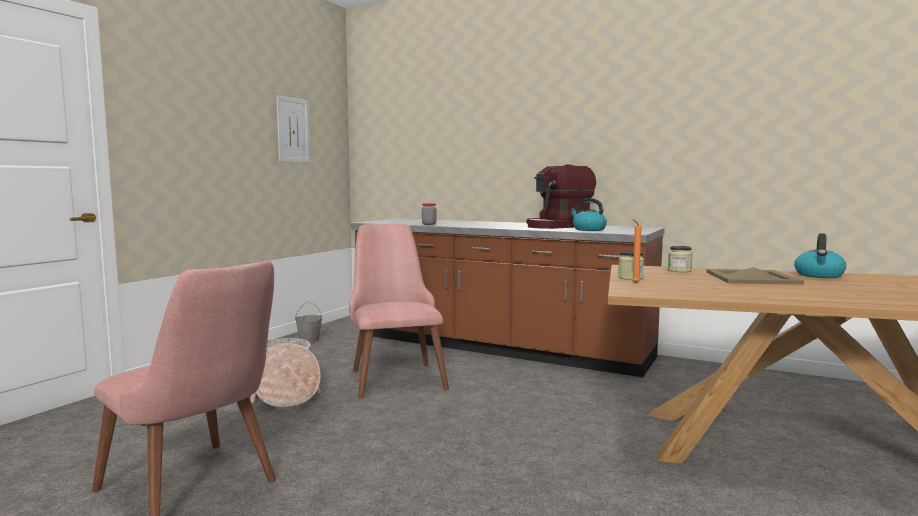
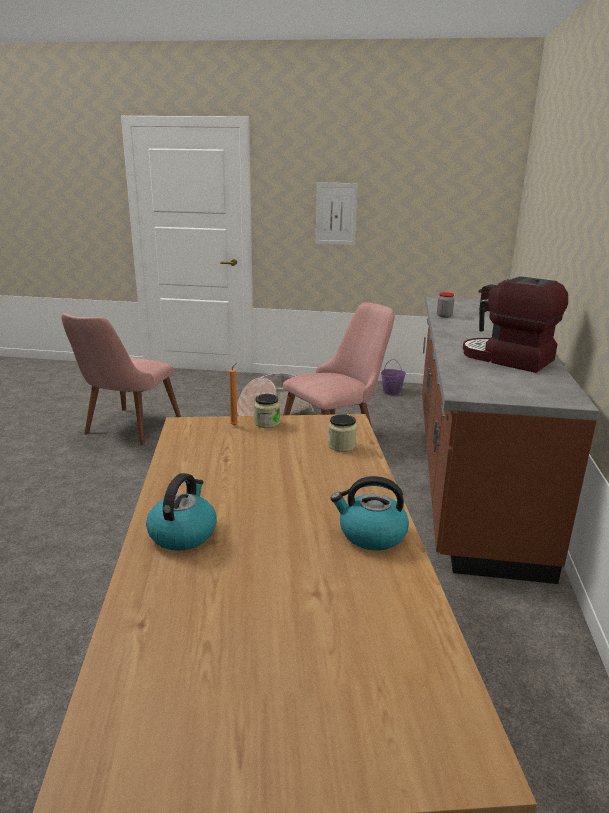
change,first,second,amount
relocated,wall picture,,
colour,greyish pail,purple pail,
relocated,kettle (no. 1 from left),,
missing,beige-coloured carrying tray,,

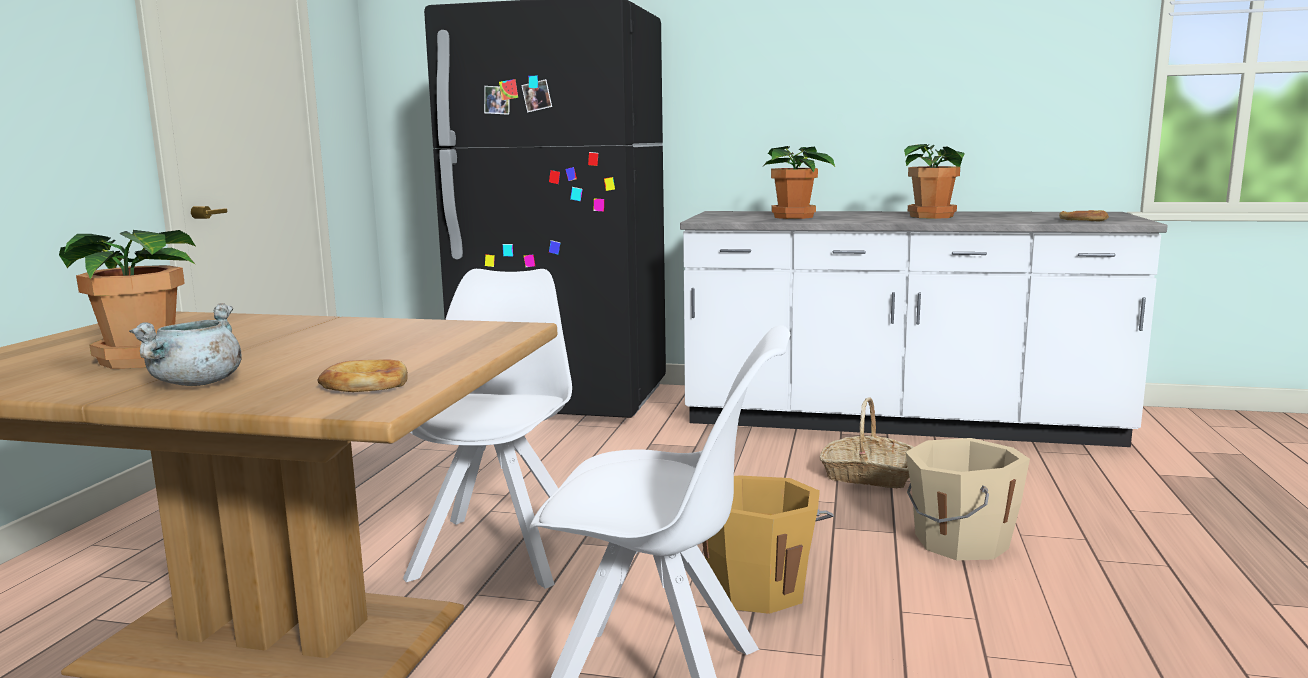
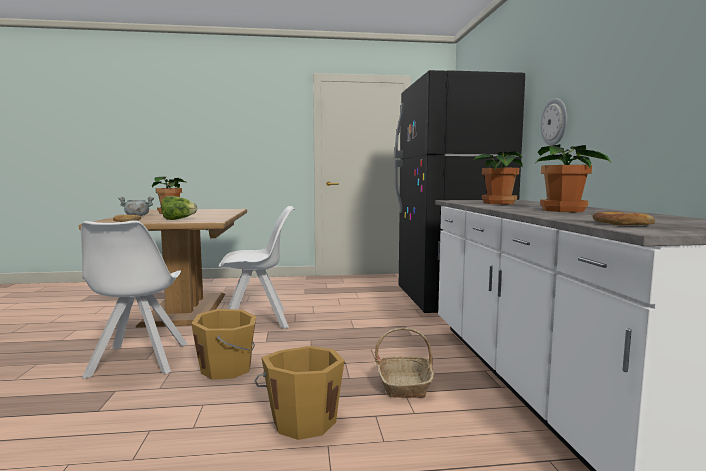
change,first,second,amount
colour,beige-coloured pail,orange pail (no. 2 from left),
appeared,,head of lettuce,
appeared,,hanging clock,

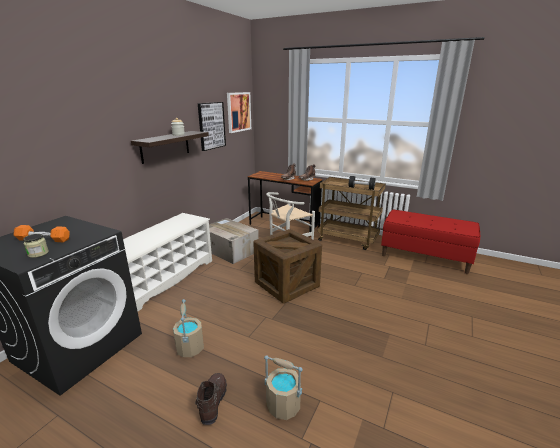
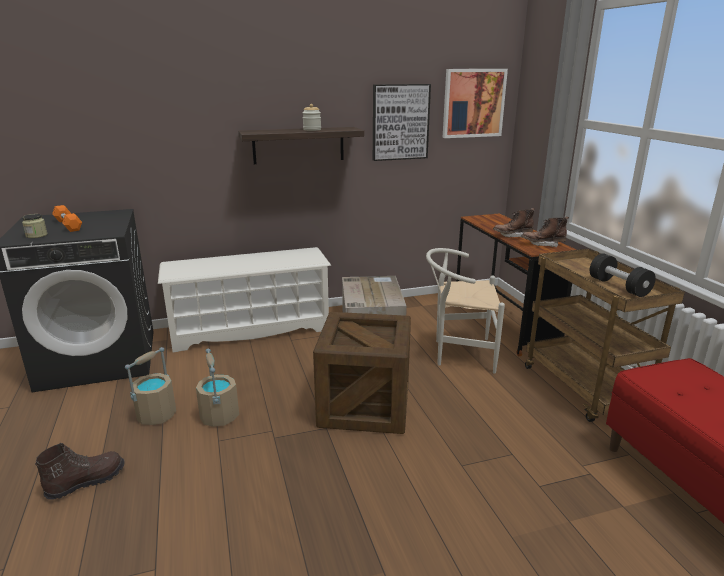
change,first,second,amount
relocated,beige-coloured pail (no. 2 from left),,

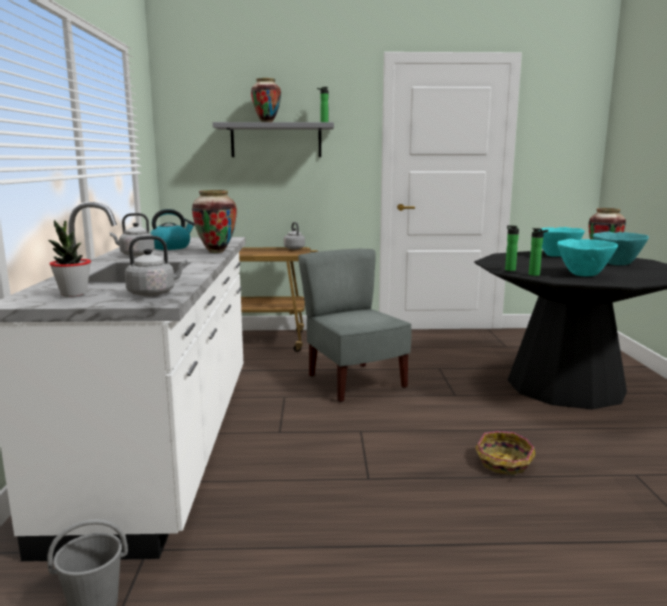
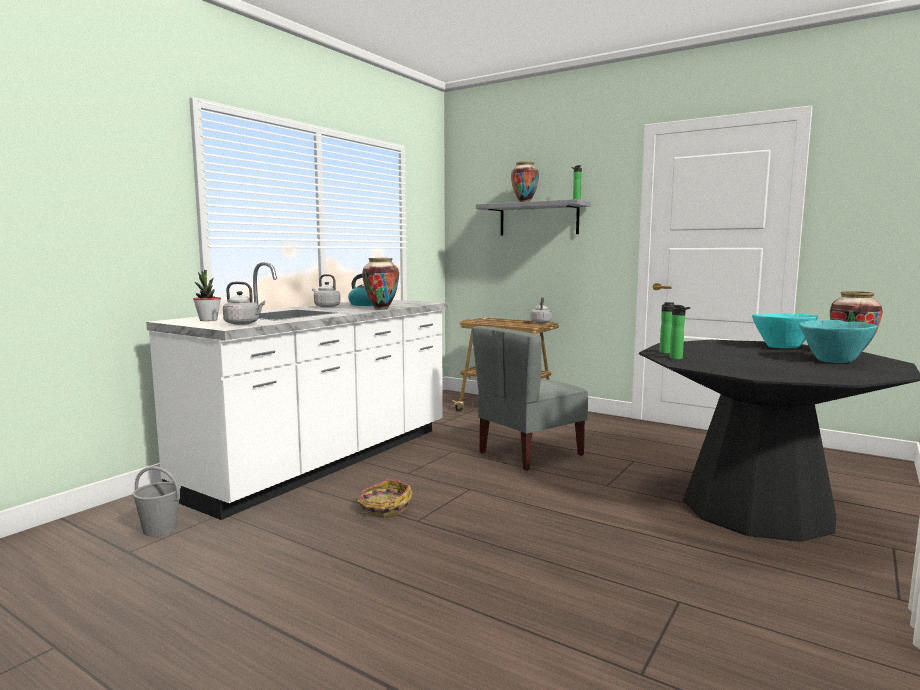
change,first,second,amount
spun,greyish chair,,135 degrees counterclockwise
relocated,household basket,,
missing,blue-green deep dish (no. 2 from left),,

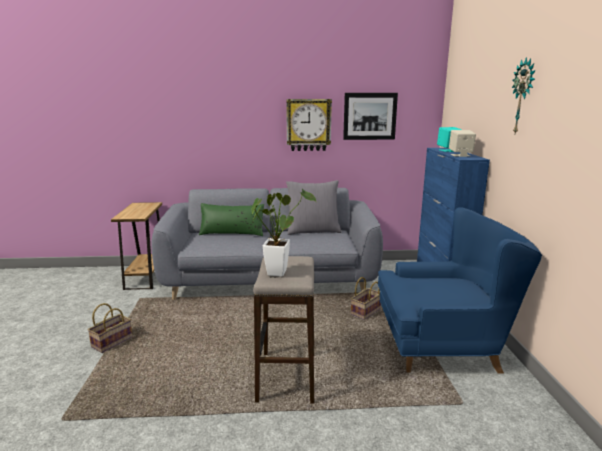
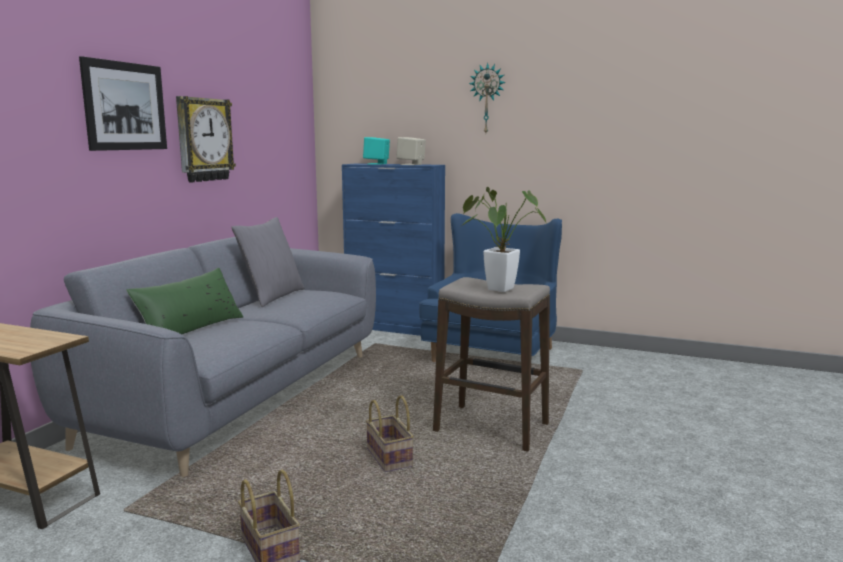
change,first,second,amount
relocated,wall picture,,
relocated,household basket (no. 2 from left),,

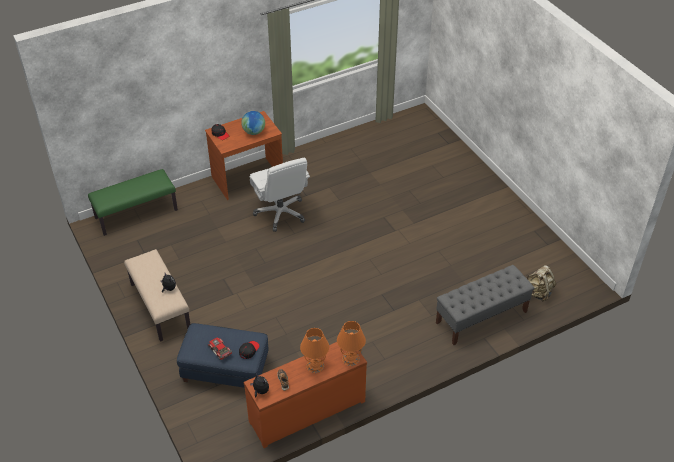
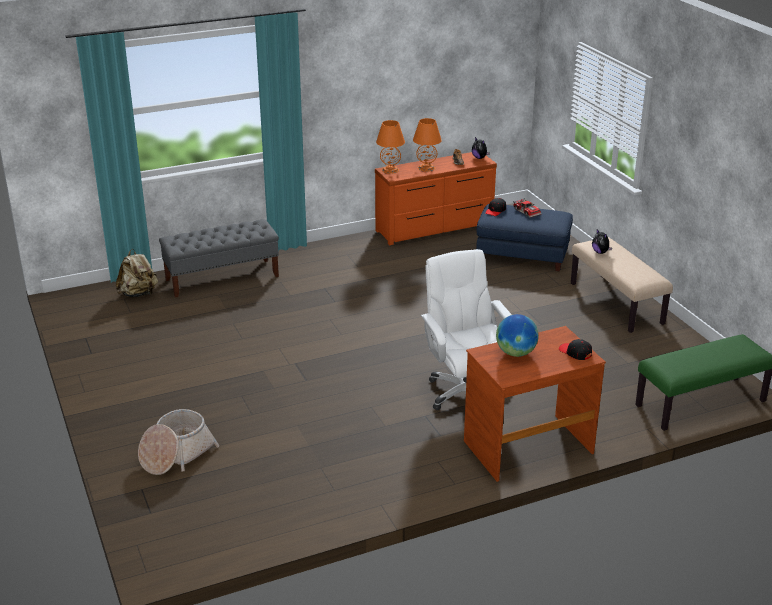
change,first,second,amount
appeared,,household basket,

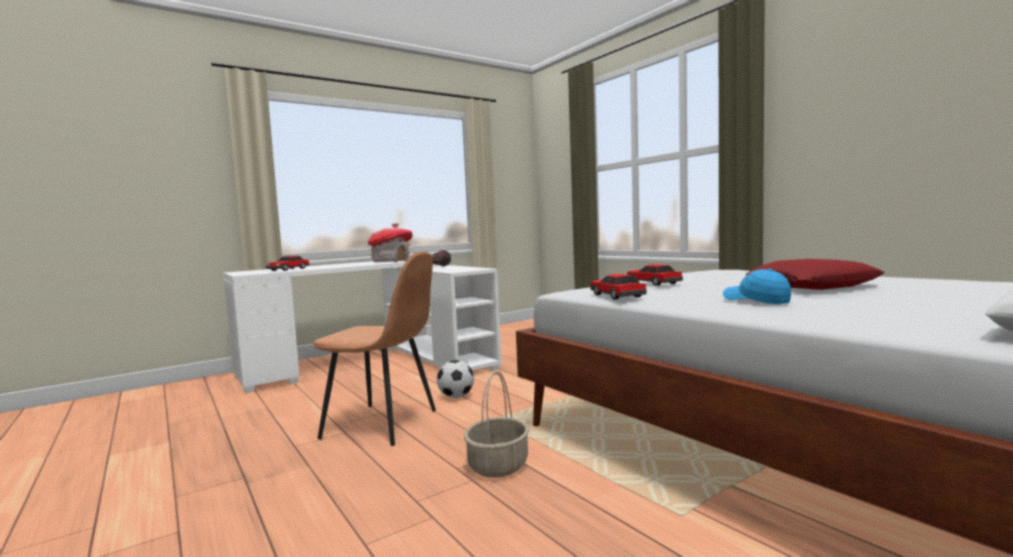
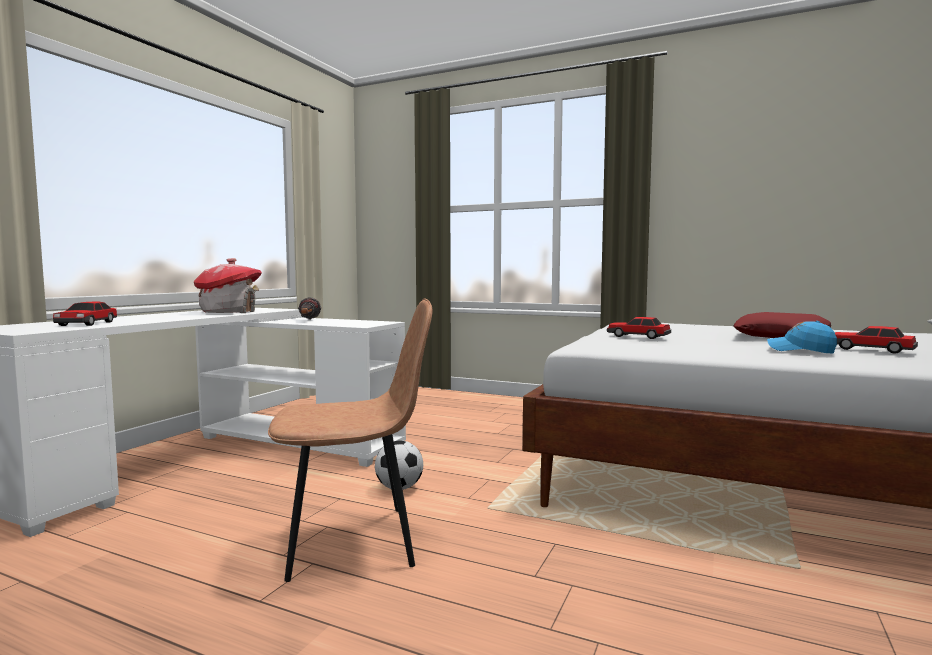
change,first,second,amount
missing,household basket,,
relocated,toy car (no. 2 from left in the first image),toy car (no. 3 from left),

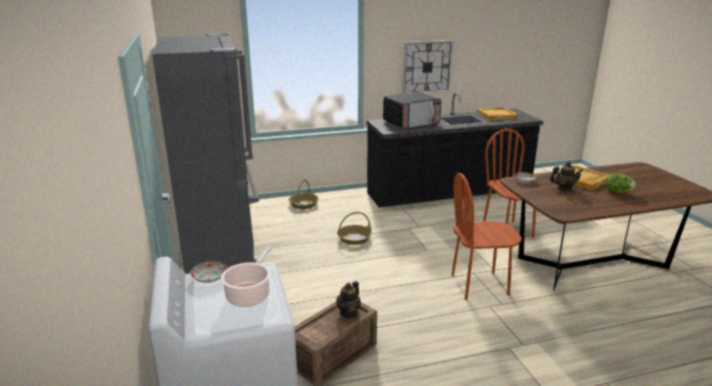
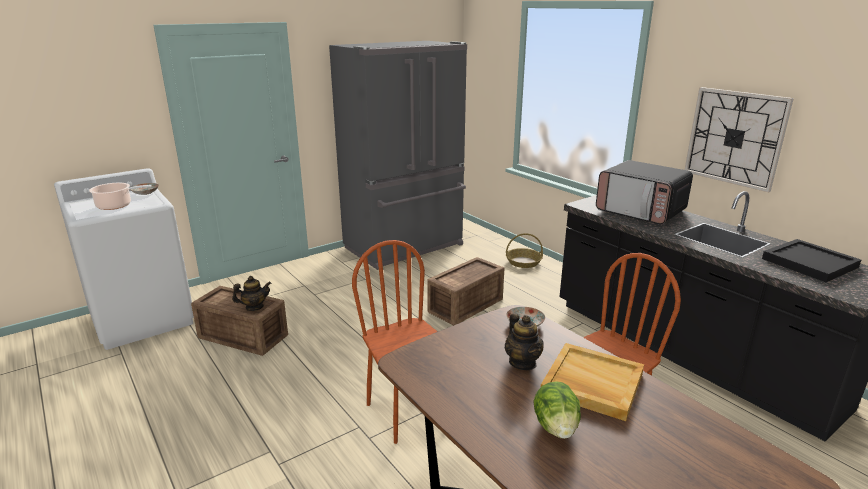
change,first,second,amount
spun,teapot (no. 1 from left),,150 degrees clockwise
exchanged,household basket (no. 2 from left),shipping crate (no. 2 from left),
colour,beige-coloured carrying tray (no. 1 from left),black-coloured carrying tray,

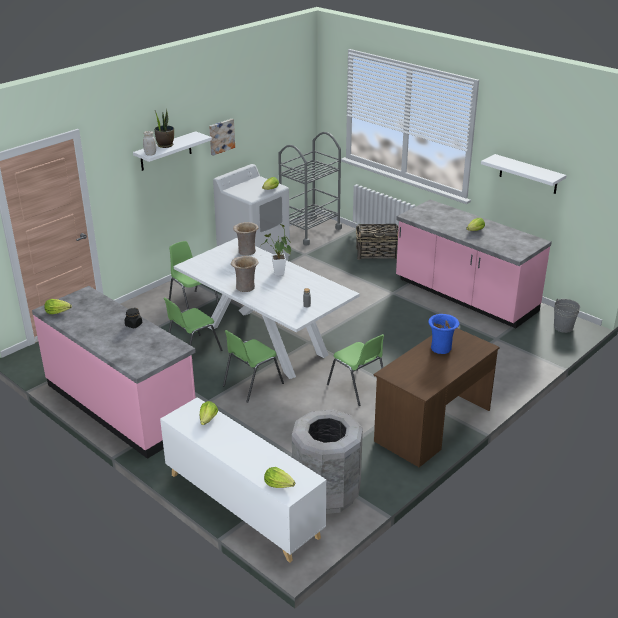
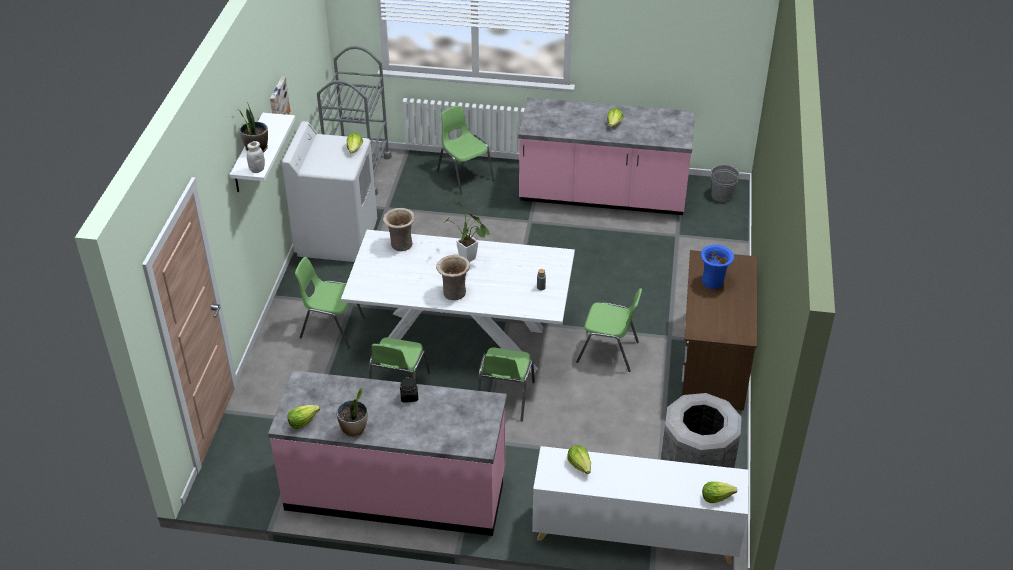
change,first,second,amount
exchanged,household basket,greenish chair (no. 3 from left),
missing,whitish shelf (no. 2 from left),,
appeared,,potted plant (no. 2 from left),

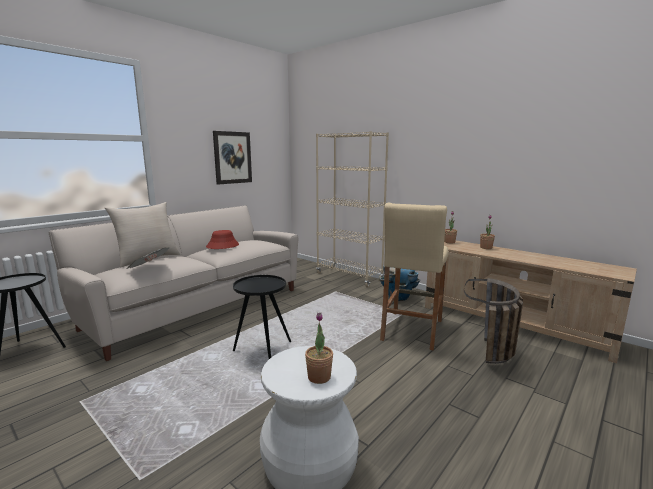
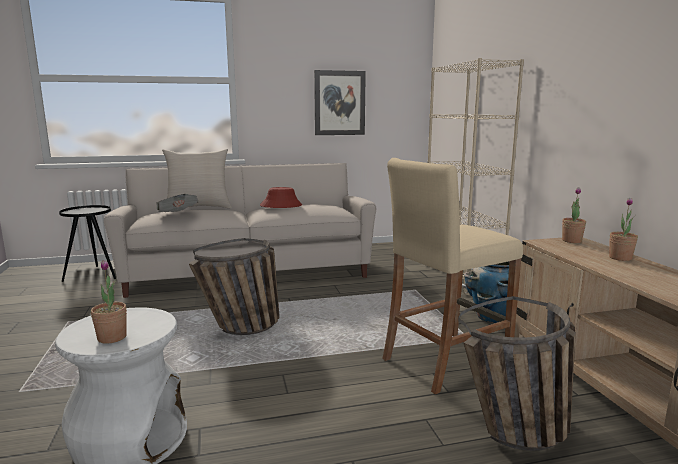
change,first,second,amount
exchanged,black-coloured accent table (no. 2 from left),household basket (no. 1 from left),

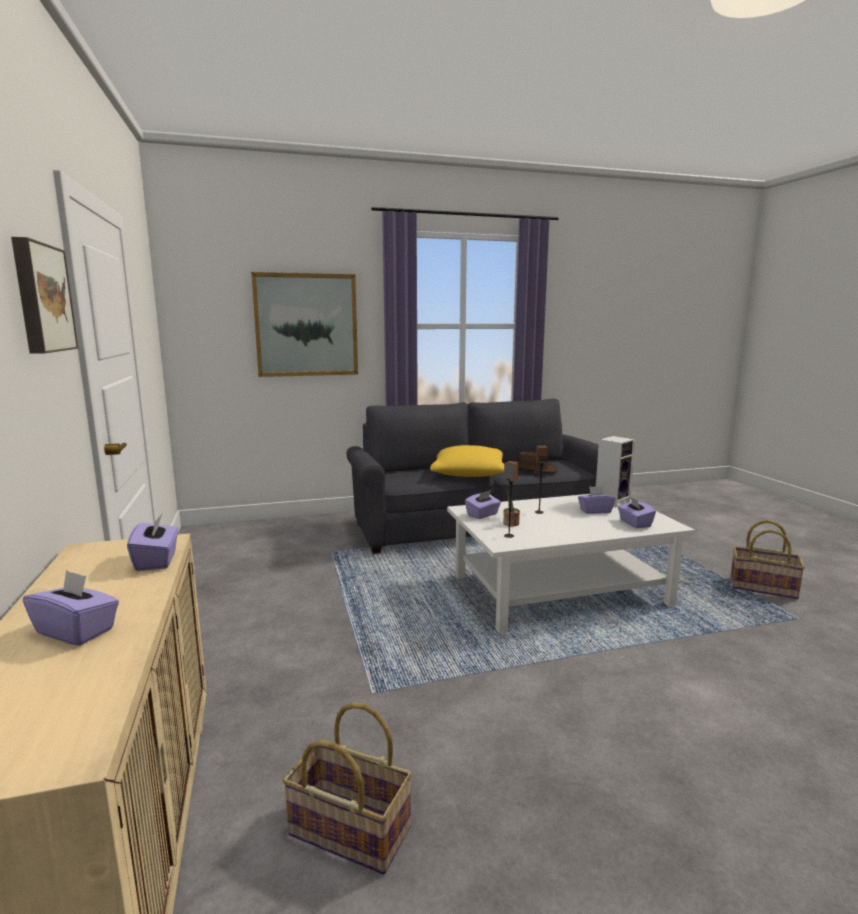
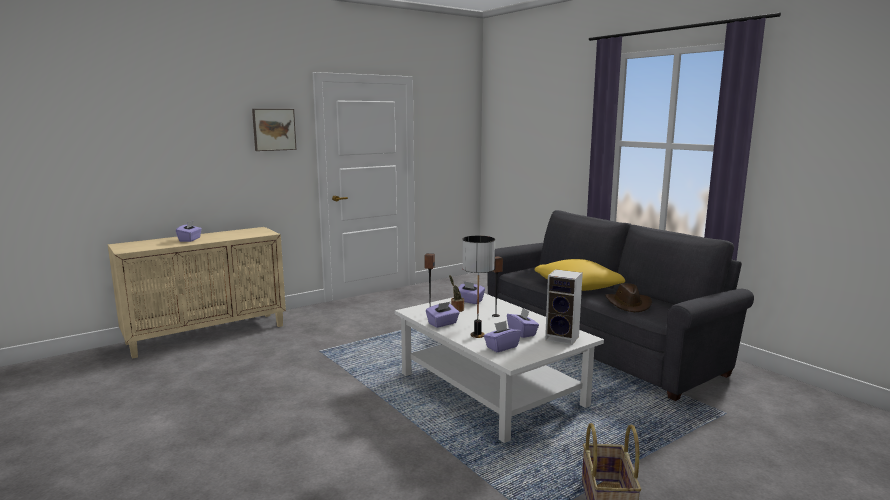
change,first,second,amount
relocated,purple box of tissues (no. 2 from left),,
missing,wall picture (no. 2 from left),,
missing,household basket (no. 1 from left),,
appeared,,table lamp,

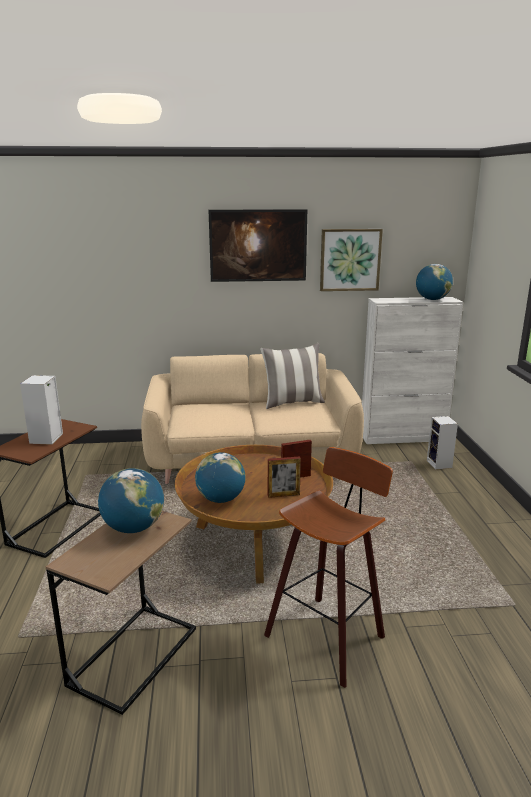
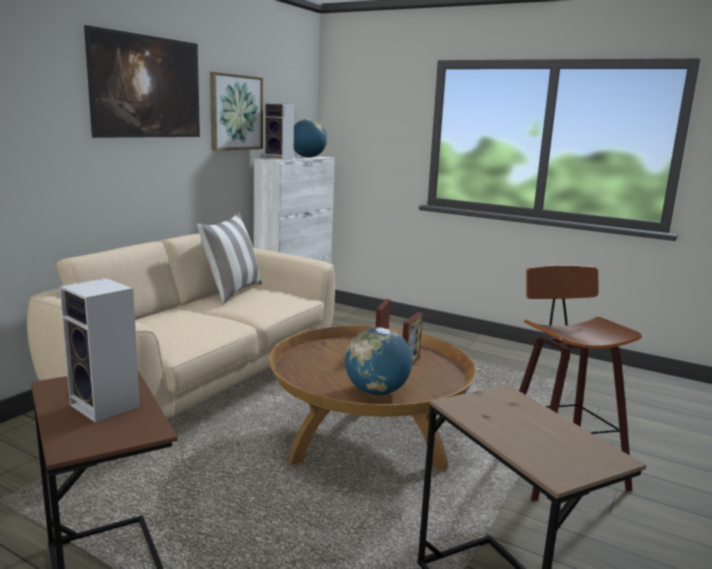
change,first,second,amount
missing,desk globe (no. 1 from left),,
relocated,loudspeaker (no. 2 from left),,

